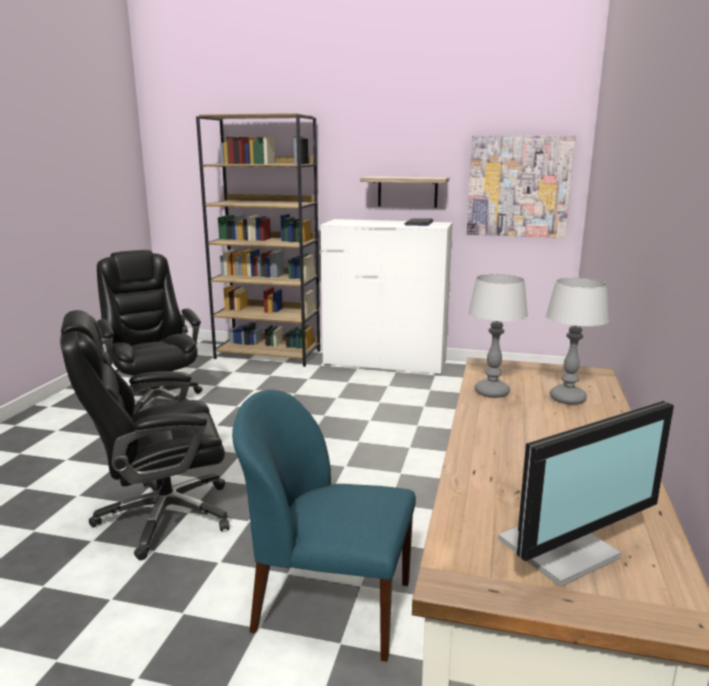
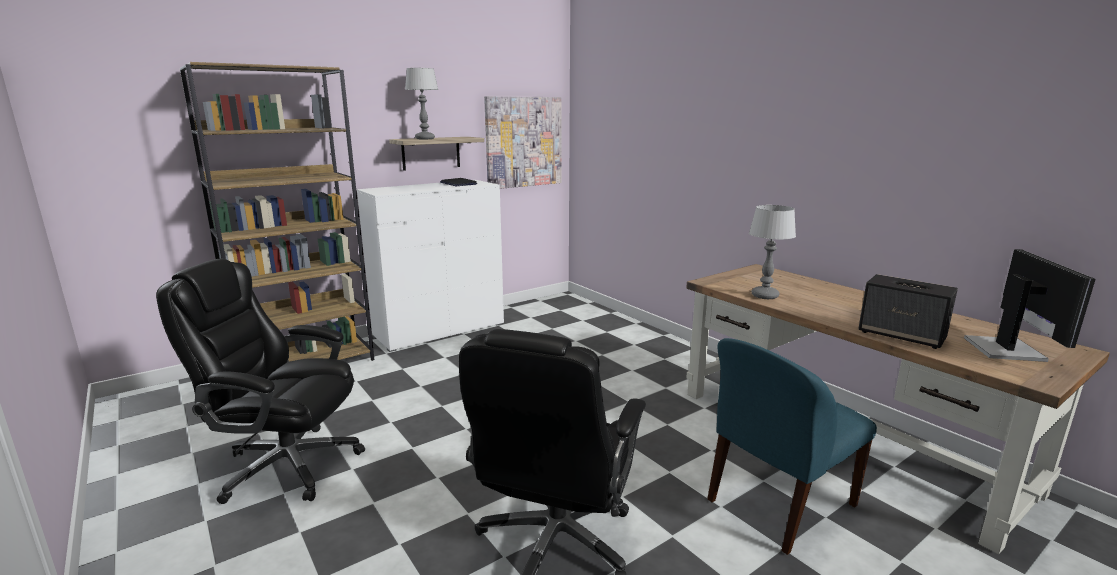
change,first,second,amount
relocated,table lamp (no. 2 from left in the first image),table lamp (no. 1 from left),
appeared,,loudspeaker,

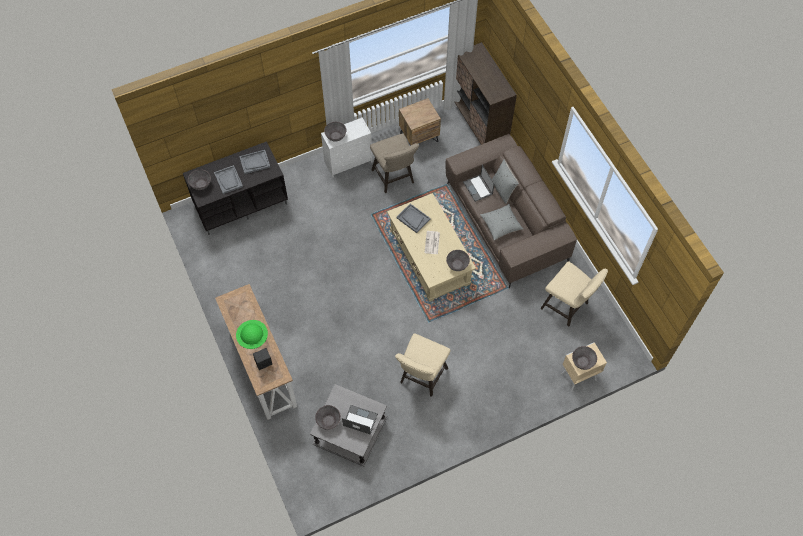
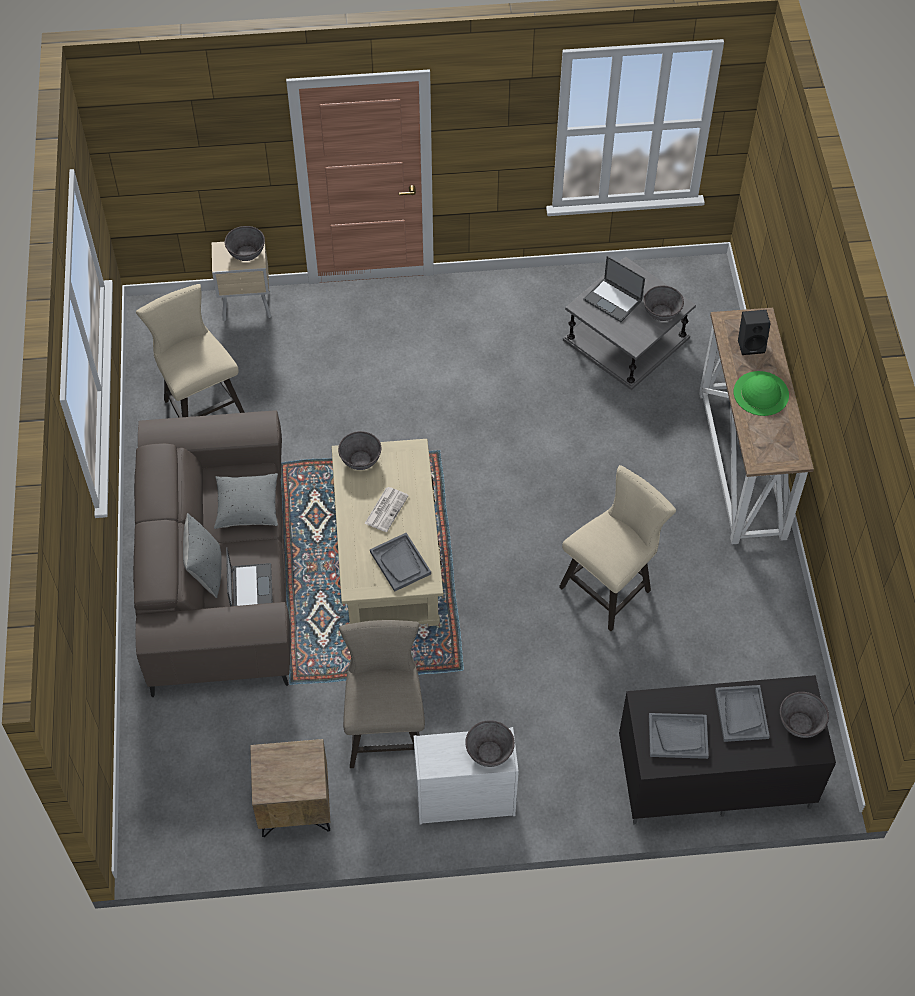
change,first,second,amount
relocated,beige-coloured stool seat (no. 2 from left in the first image),beige-coloured stool seat (no. 3 from left),
missing,brown-coloured storage cabinet,,

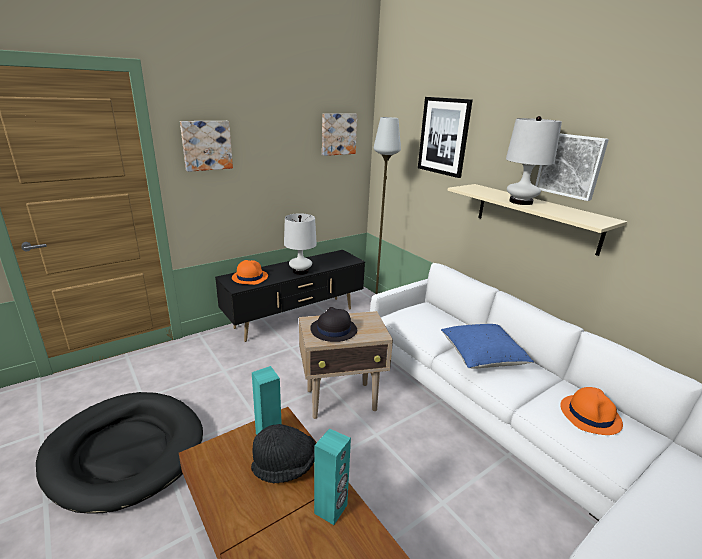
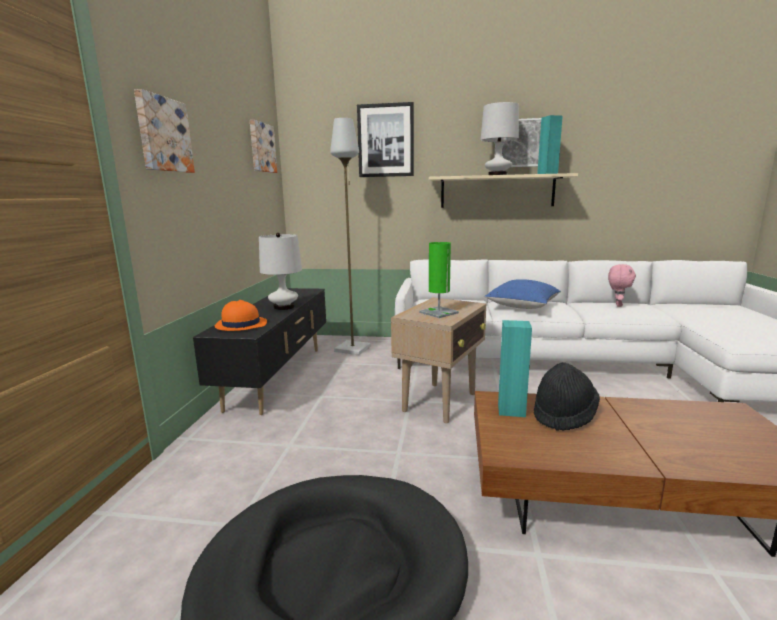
change,first,second,amount
exchanged,black-coloured wearable hat (no. 2 from left),greenish table lamp,
relocated,blue-green loudspeaker (no. 2 from left),,
exchanged,orange wearable hat (no. 2 from left),pinkish soft toy,

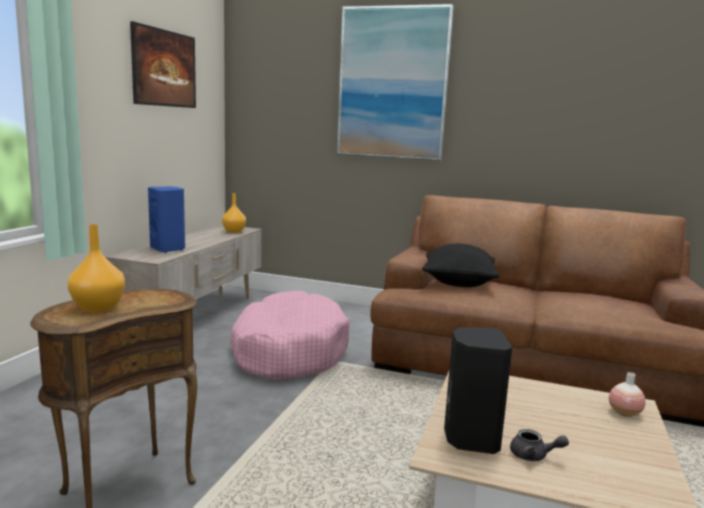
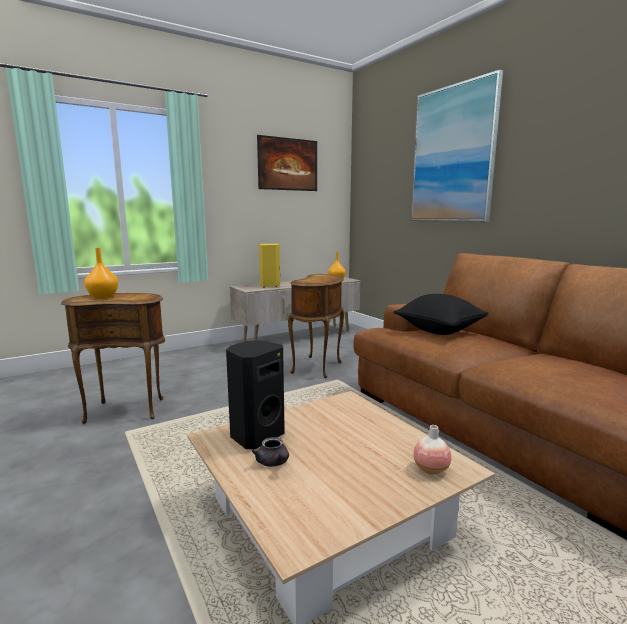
change,first,second,amount
colour,blue-coloured loudspeaker,yellow-coloured loudspeaker,
exchanged,pinkish dog bed,brown-coloured accent table (no. 2 from left),

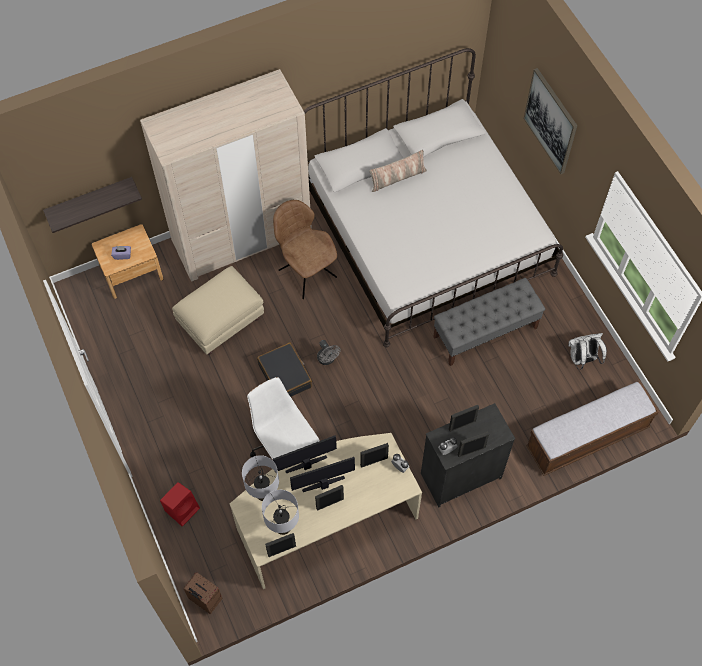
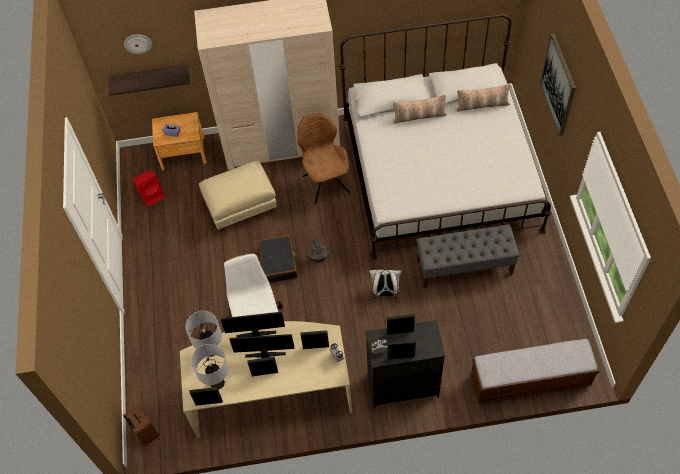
change,first,second,amount
relocated,reddish loudspeaker,,
relocated,whitish backpack,,
appeared,,hanging clock,
appeared,,pillow (no. 2 from left),

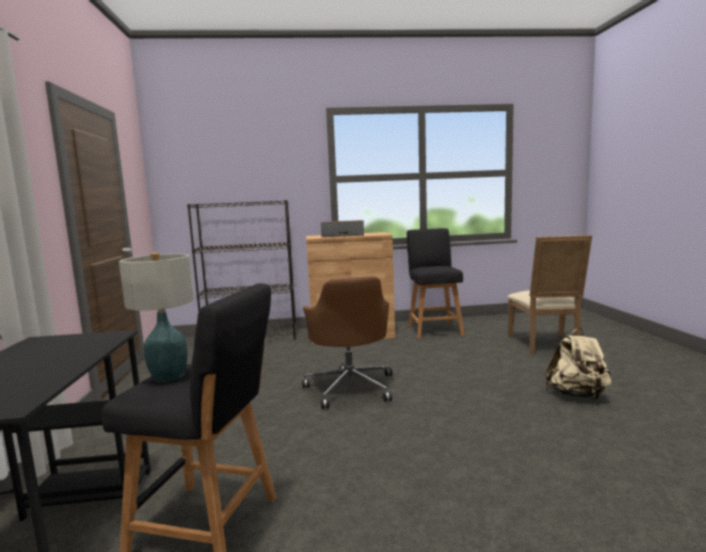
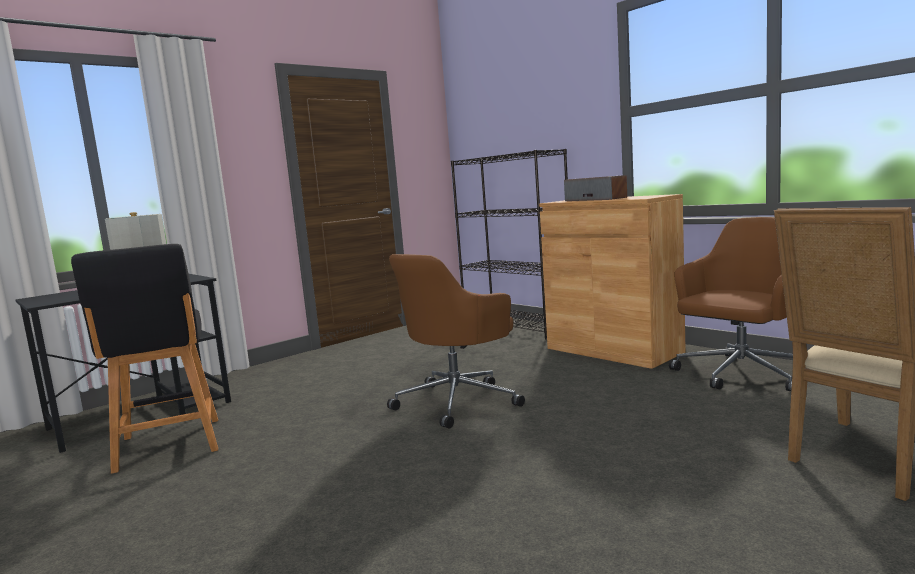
change,first,second,amount
exchanged,black-coloured stool seat (no. 2 from left),brown-coloured computer chair (no. 2 from left),
missing,beige-coloured backpack,,

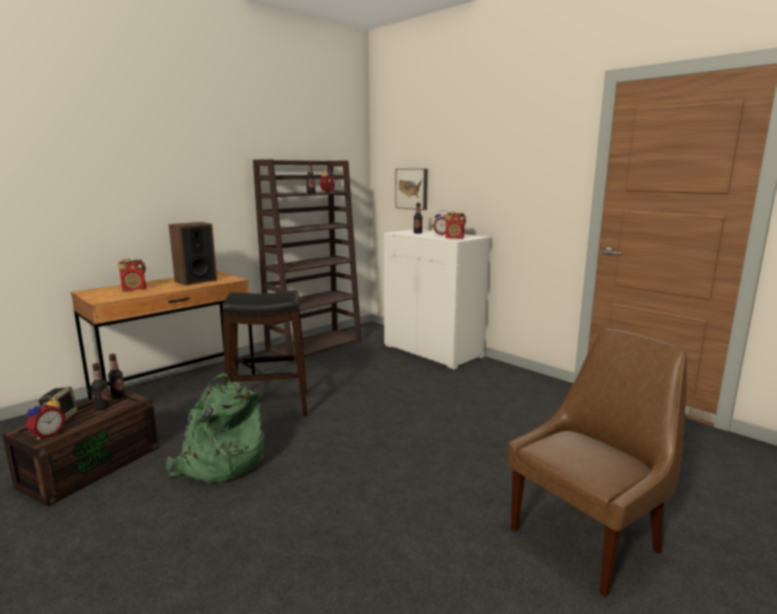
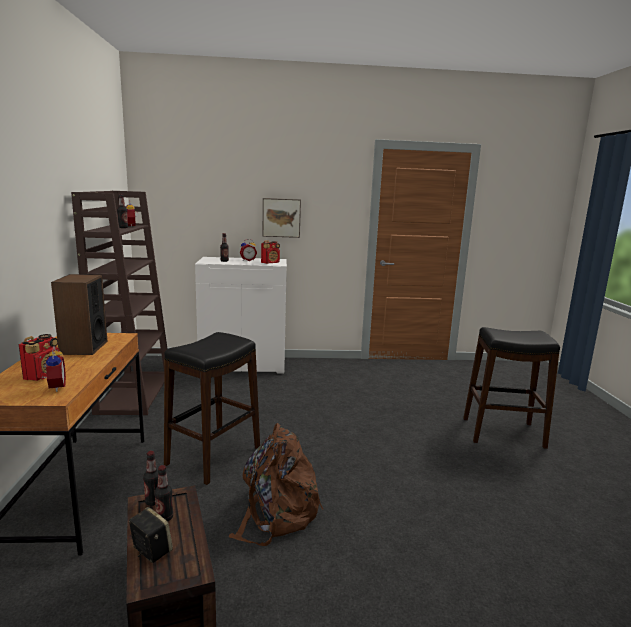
change,first,second,amount
relocated,bedside clock (no. 1 from left),,
colour,greenish backpack,brown-coloured backpack,
relocated,wall picture,,
exchanged,brown-coloured chair,black-coloured stool seat (no. 2 from left),

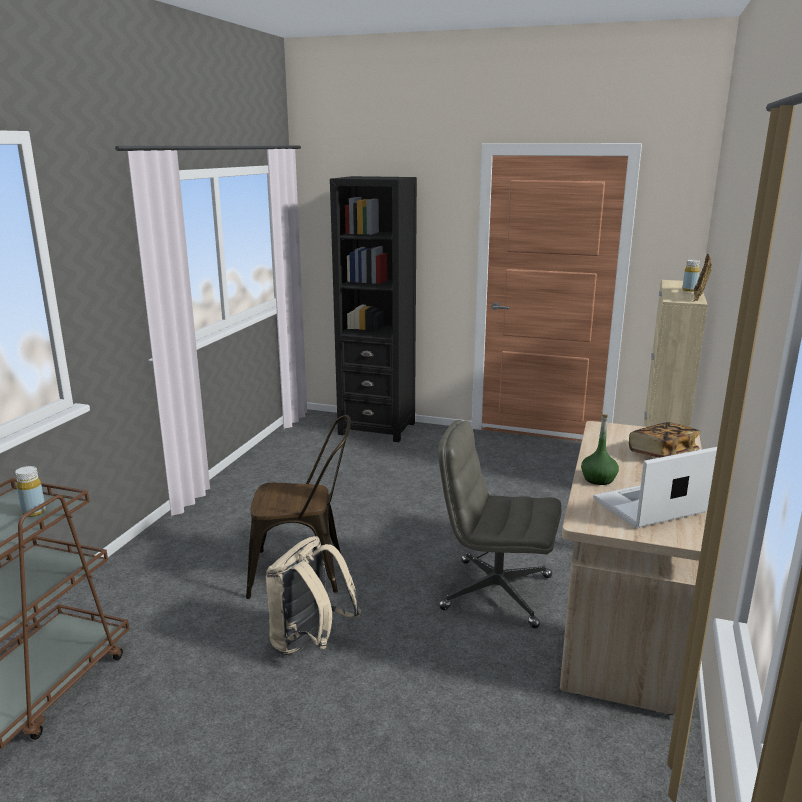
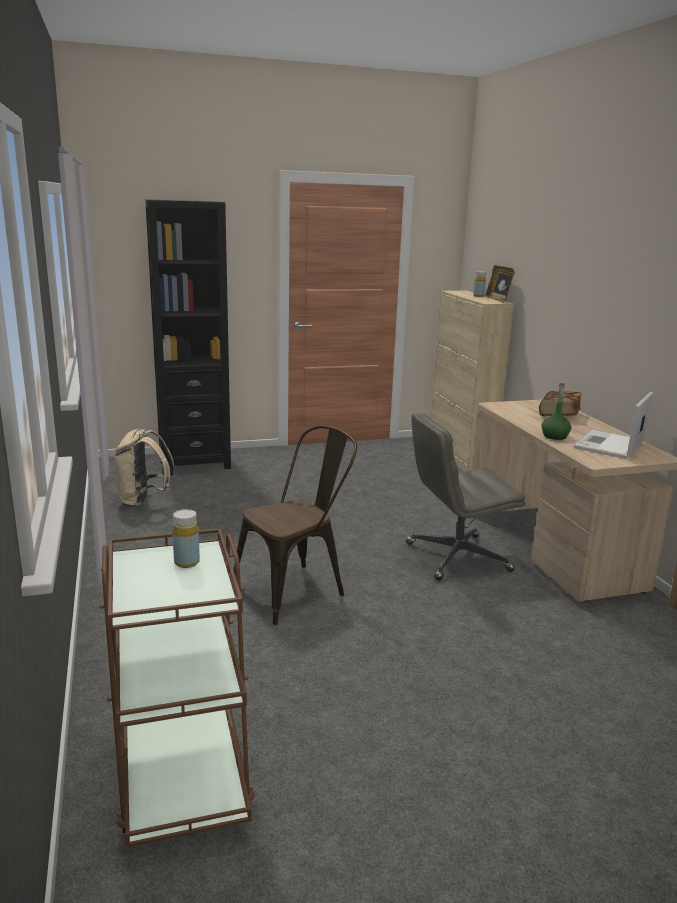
change,first,second,amount
relocated,beige-coloured backpack,,

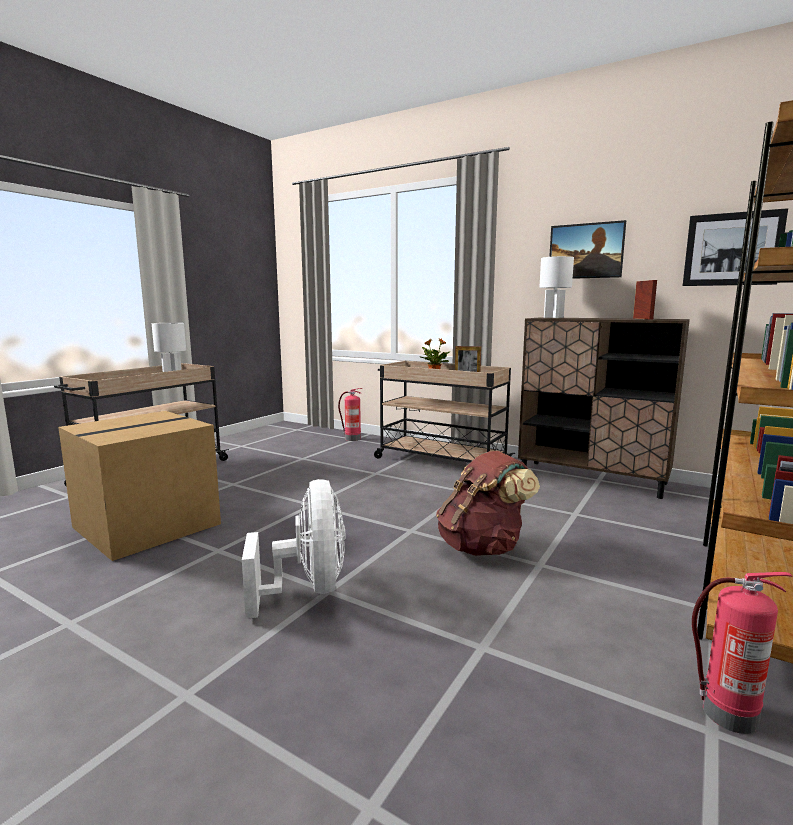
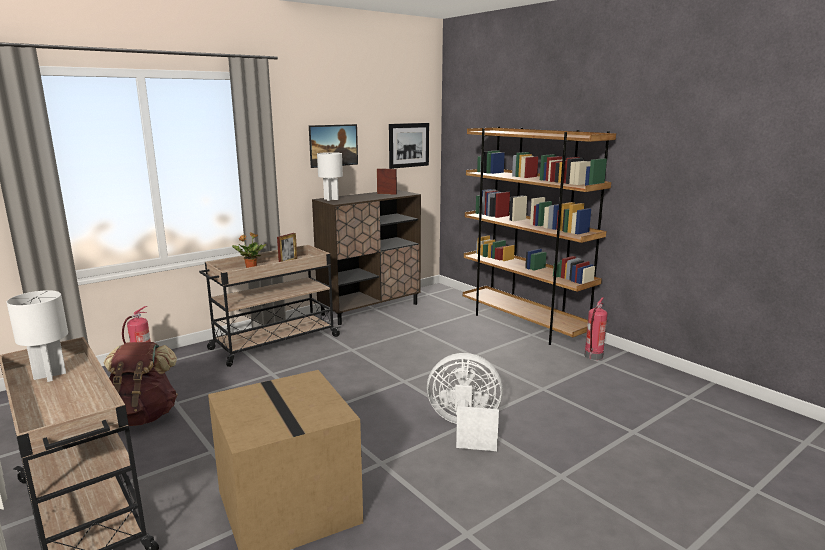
change,first,second,amount
relocated,brown-coloured backpack,,

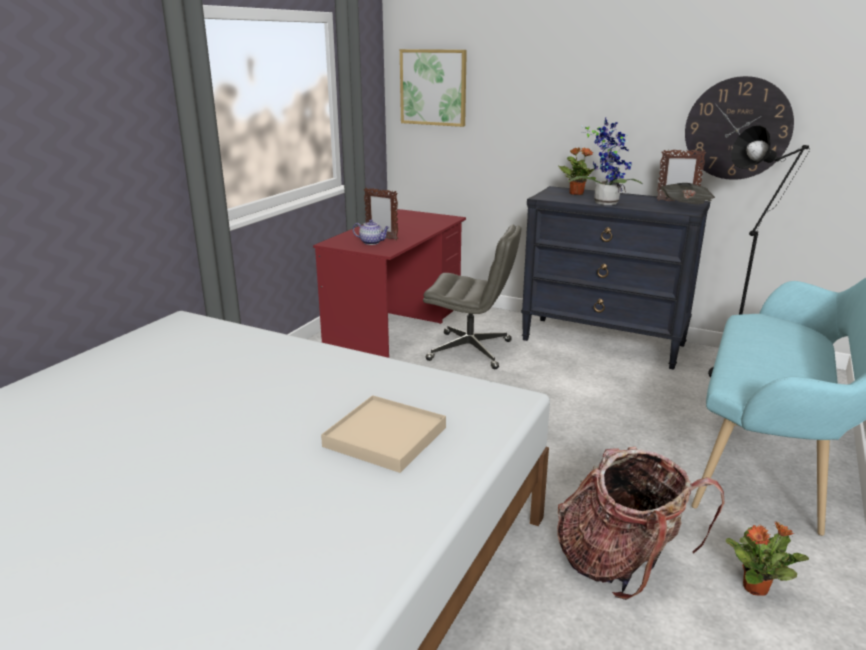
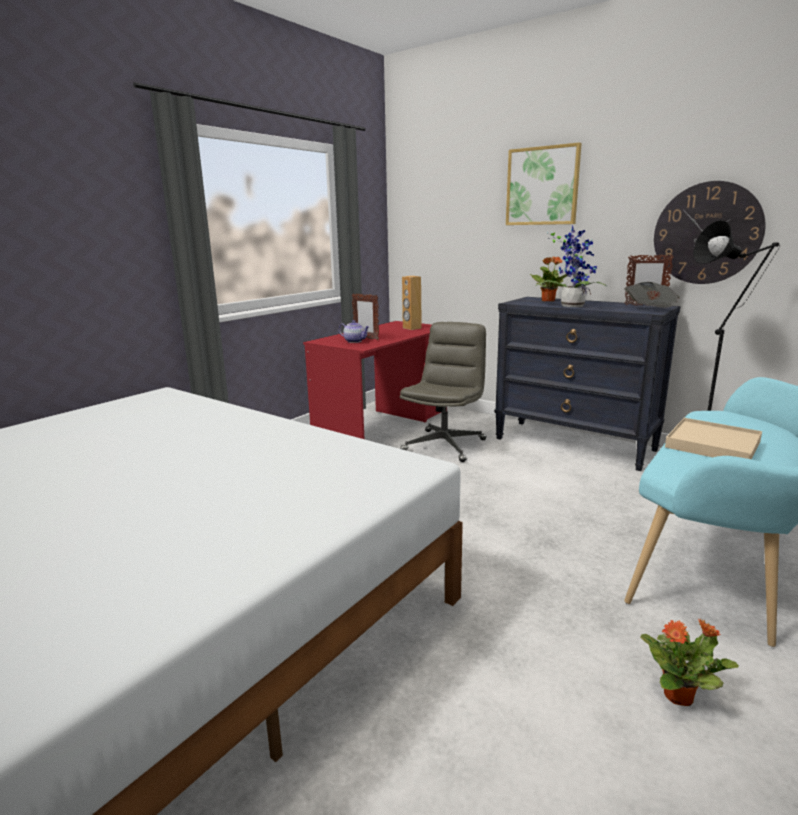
change,first,second,amount
relocated,beige-coloured carrying tray,,
relocated,wall picture,,
spun,greyish computer chair,,90 degrees counterclockwise
missing,backpack,,
appeared,,brown-coloured loudspeaker,

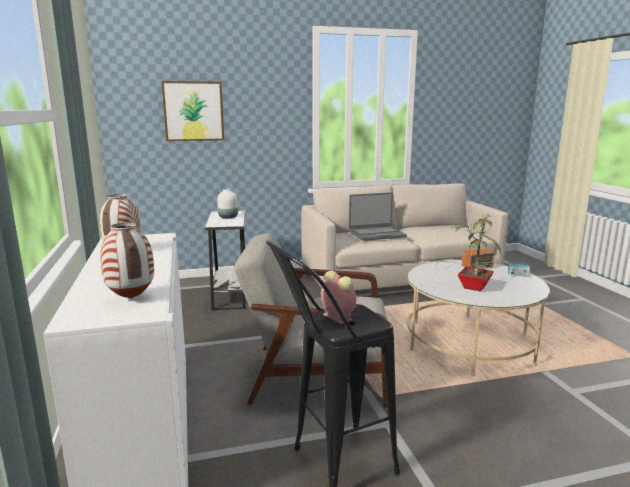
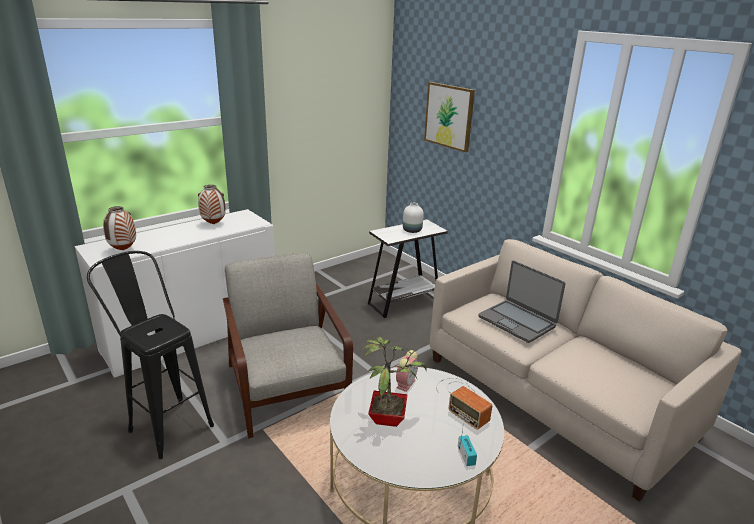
change,first,second,amount
relocated,bedside clock,,

